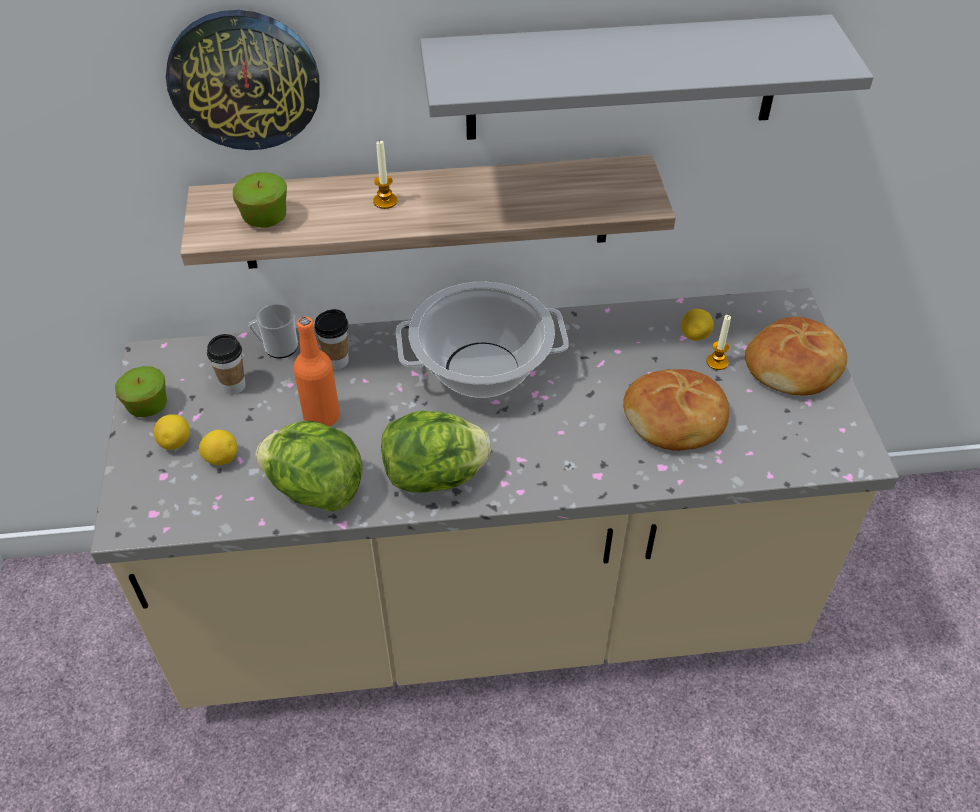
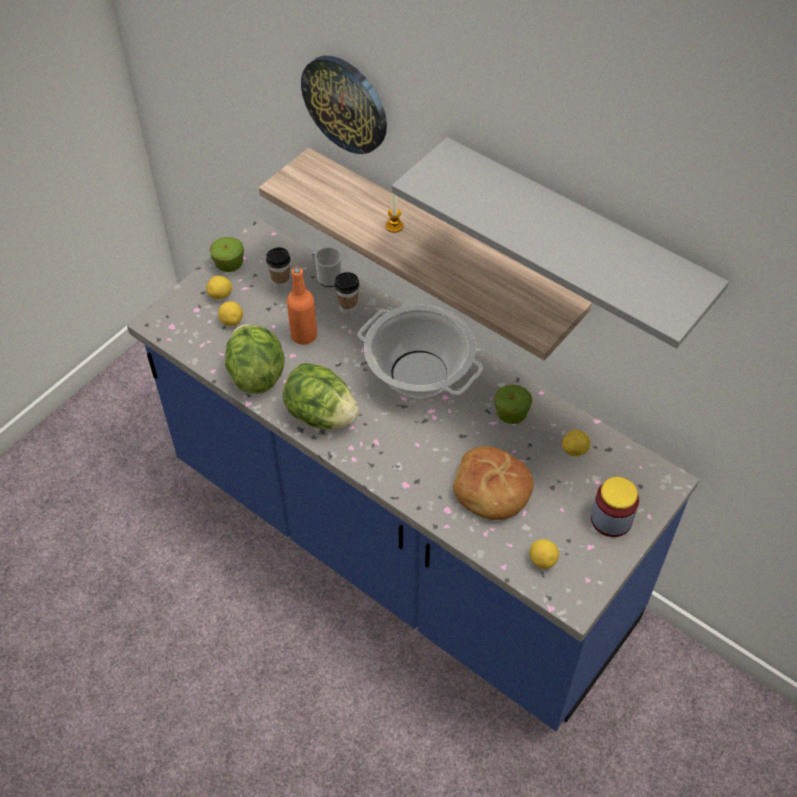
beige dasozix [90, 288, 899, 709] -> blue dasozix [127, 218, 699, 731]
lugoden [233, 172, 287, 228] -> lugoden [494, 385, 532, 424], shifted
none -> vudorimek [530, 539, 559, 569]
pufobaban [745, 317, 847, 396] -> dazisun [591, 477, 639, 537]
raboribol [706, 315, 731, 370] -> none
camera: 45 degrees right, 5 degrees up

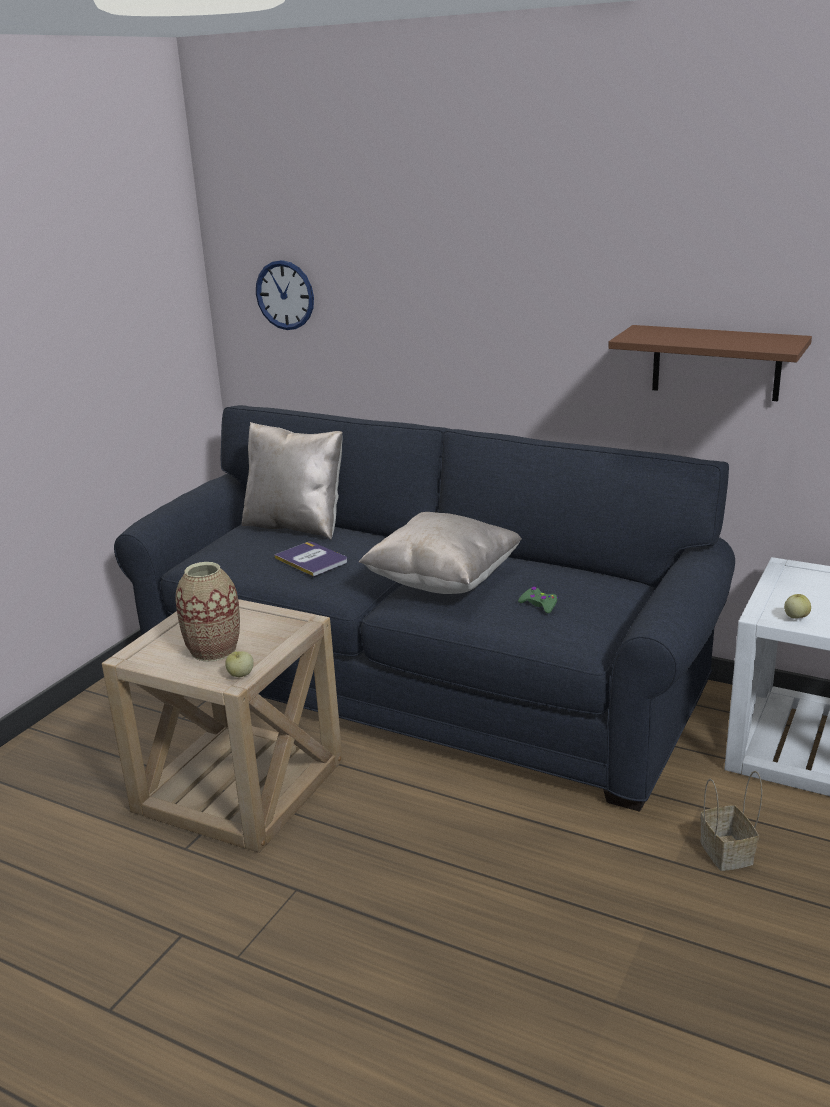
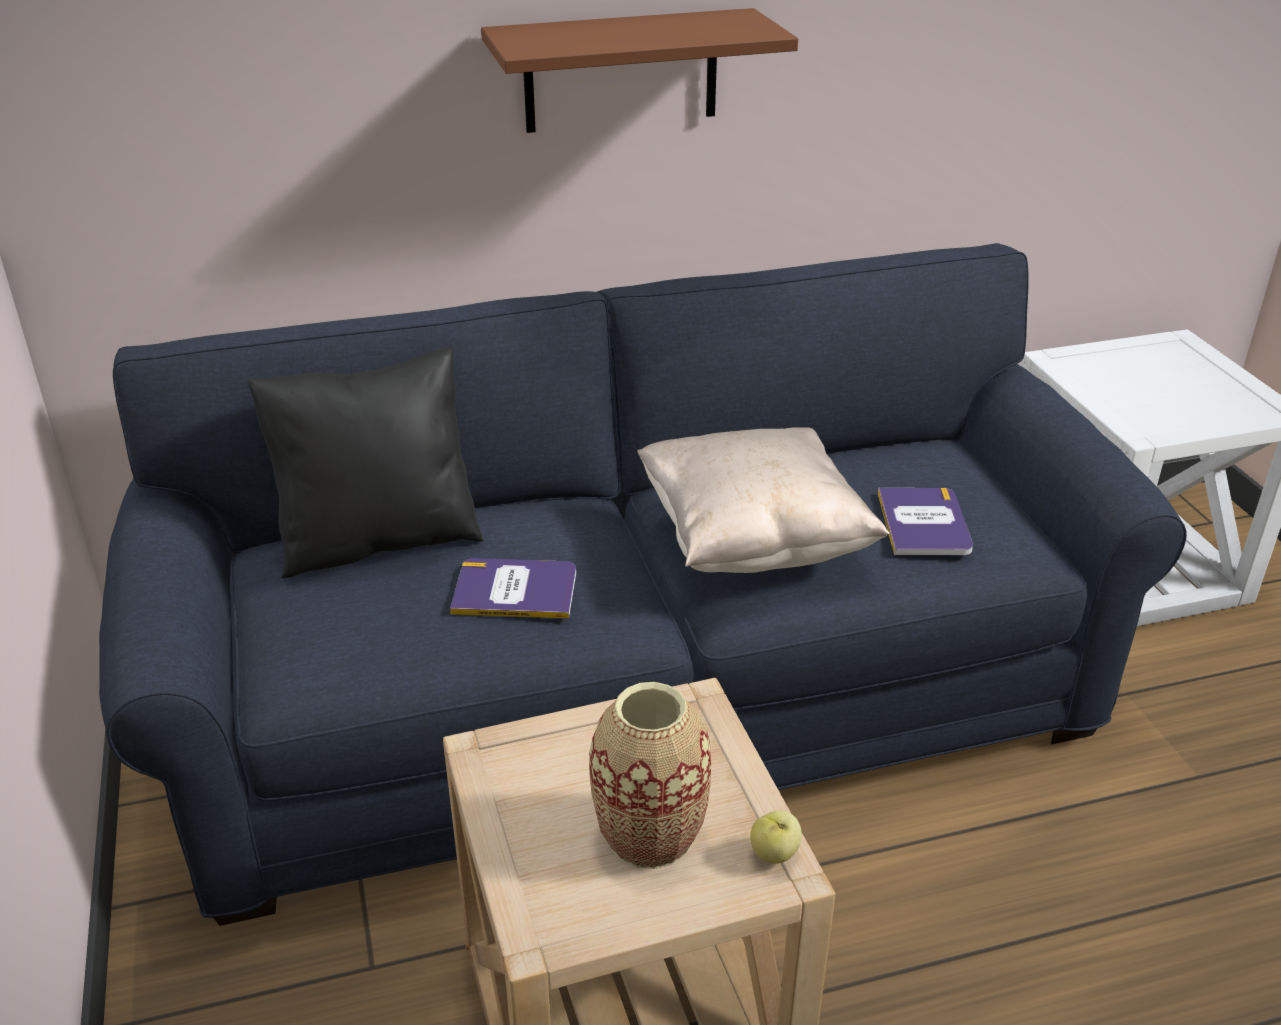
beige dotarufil [241, 422, 343, 540] -> black dotarufil [247, 347, 484, 578]
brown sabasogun [608, 325, 812, 401] -> brown sabasogun [481, 8, 798, 133], shifted
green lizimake [518, 587, 558, 613] -> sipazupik [878, 488, 973, 555]
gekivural [256, 260, 314, 330] -> none
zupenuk [700, 771, 762, 871] -> none
lugoden [784, 594, 811, 619] -> none
camera: 45 degrees left, 10 degrees up

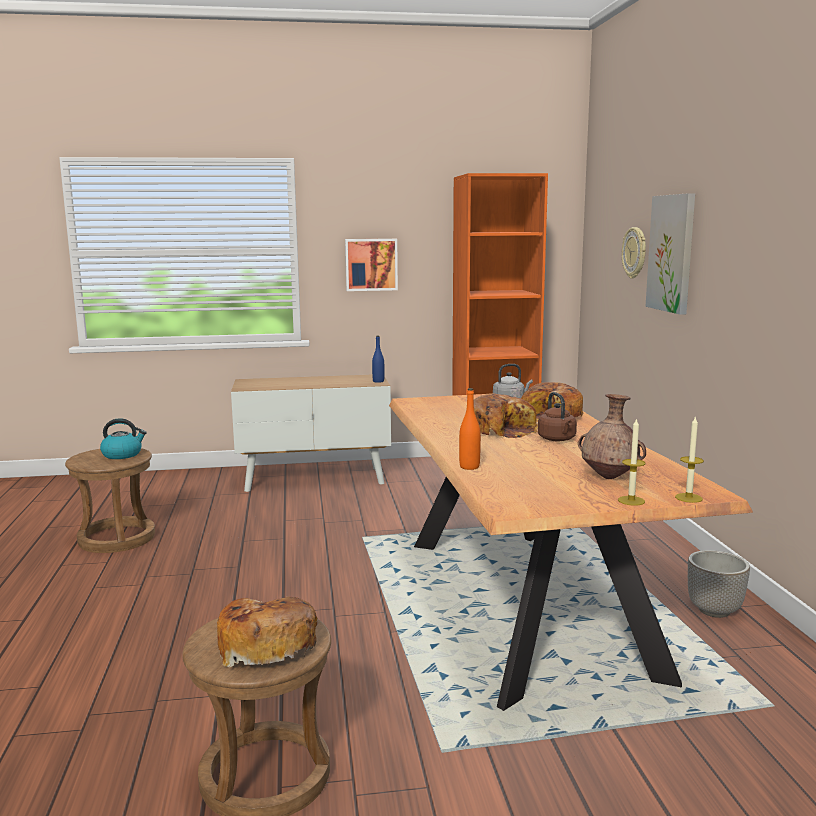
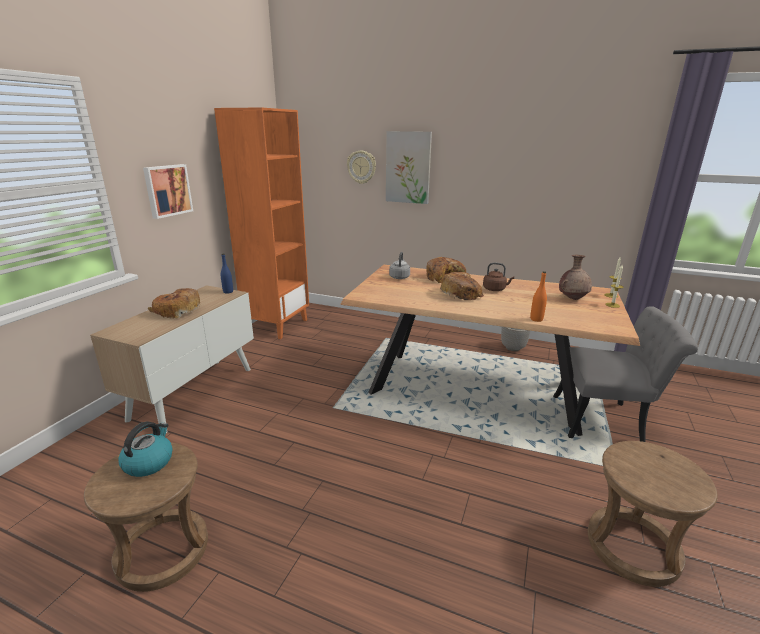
pufobaban [217, 597, 318, 667] -> pufobaban [148, 288, 200, 319], shifted
none -> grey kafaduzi [553, 306, 698, 442]
camera: 60 degrees left, 10 degrees up

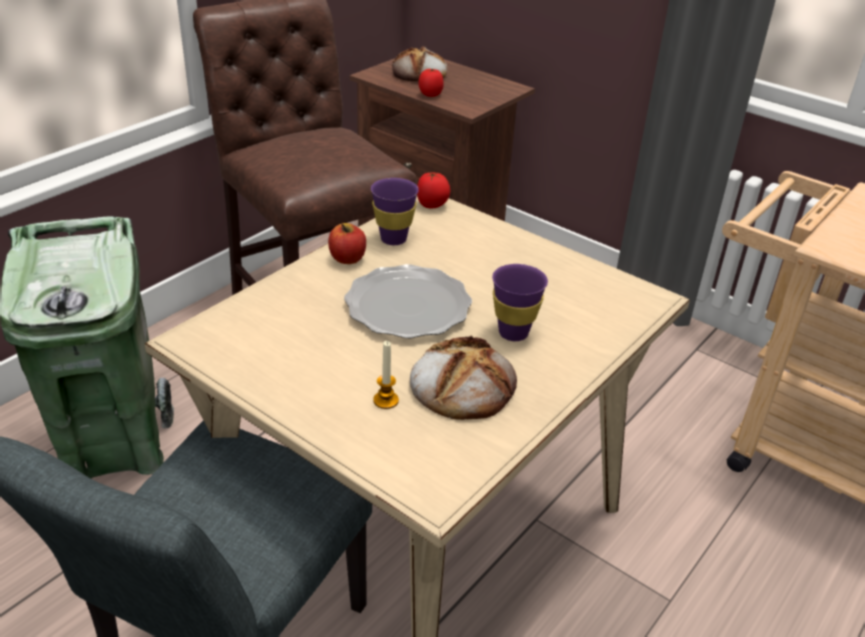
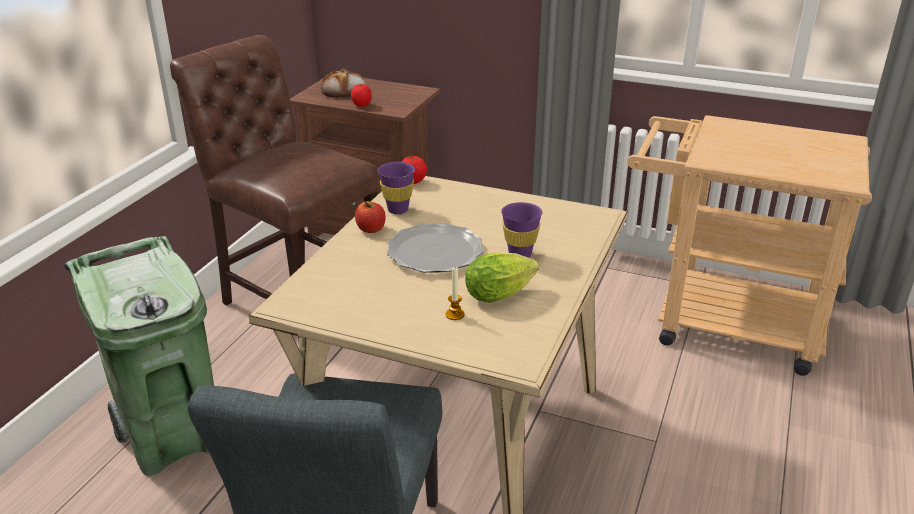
pufobaban [410, 336, 517, 420] -> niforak [465, 252, 539, 303]
camera: 15 degrees left, 5 degrees down

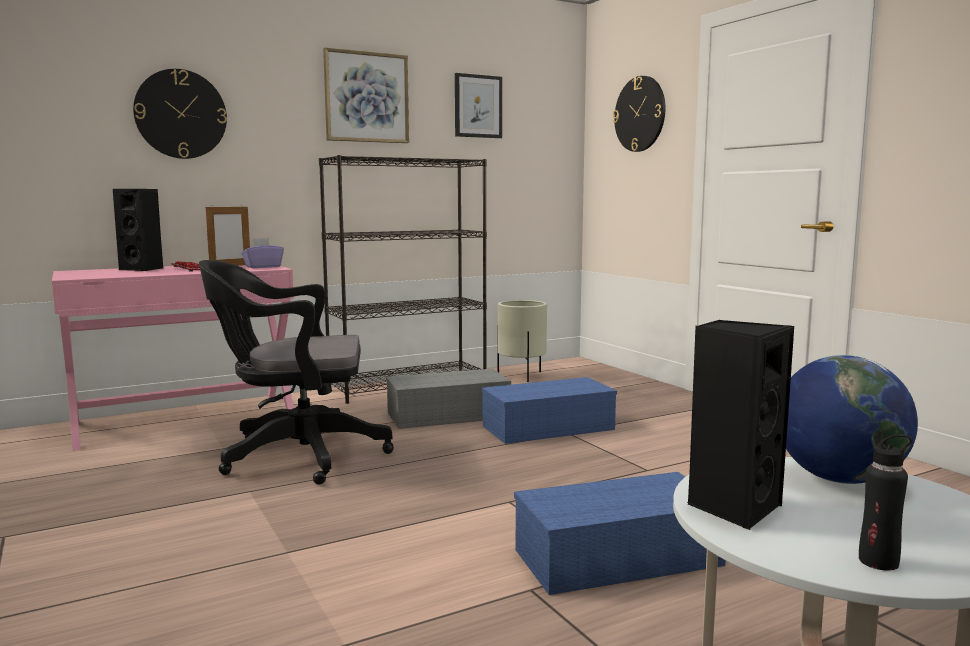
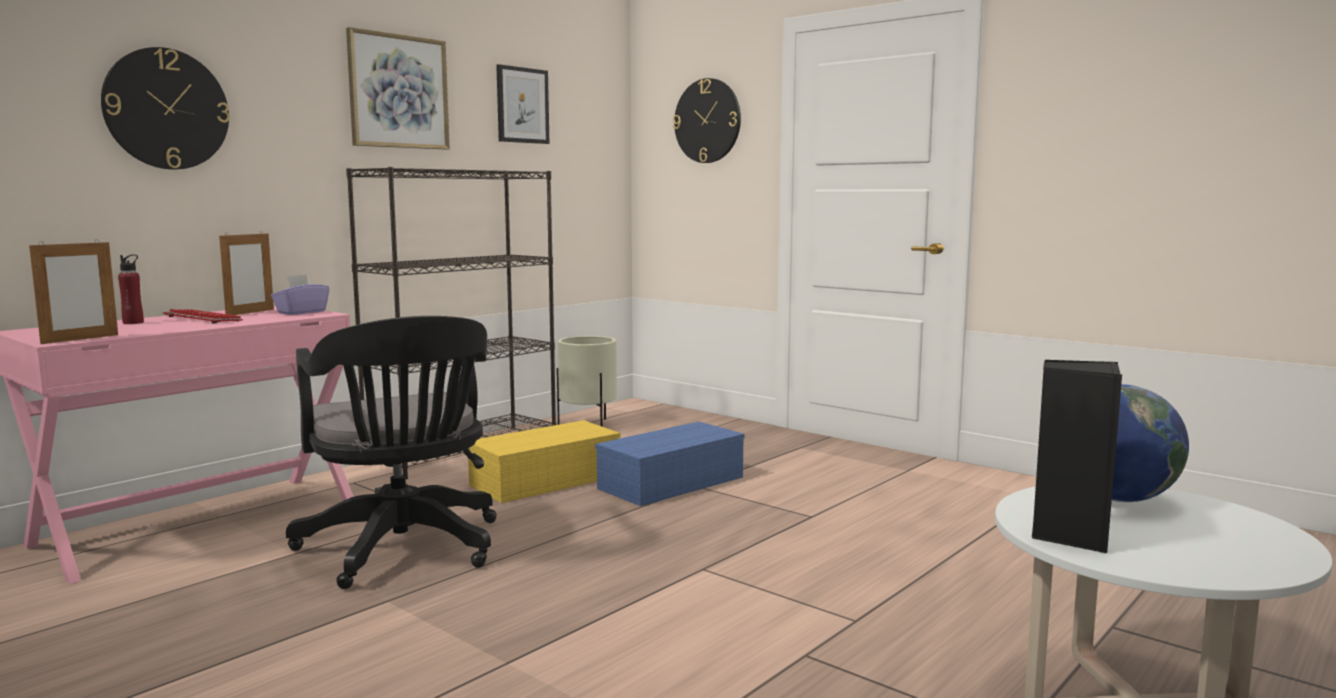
none -> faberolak [29, 239, 118, 344]
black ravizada [113, 189, 163, 271] -> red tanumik [118, 254, 144, 324]
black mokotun [199, 260, 394, 485] -> black mokotun [286, 316, 497, 589], 90 degrees counterclockwise
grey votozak [386, 369, 511, 429] -> yellow votozak [468, 420, 620, 503]
blue votozak [514, 472, 726, 595] -> none
black tanumik [859, 430, 912, 571] -> none
camera: 20 degrees left, 0 degrees up

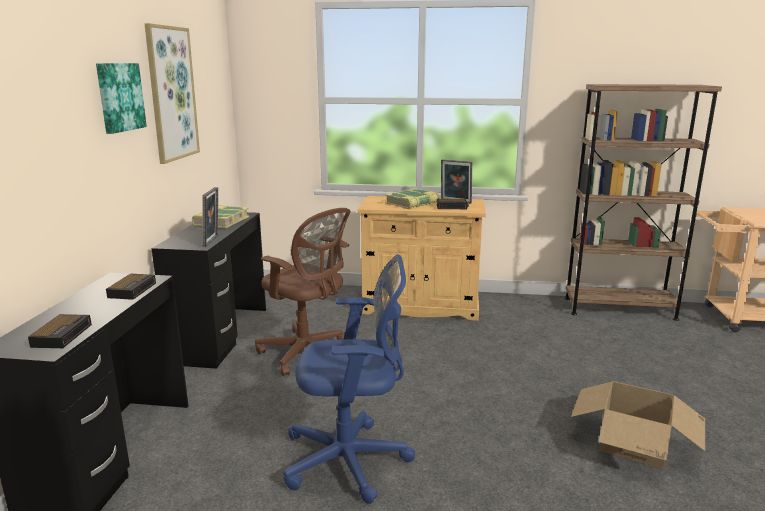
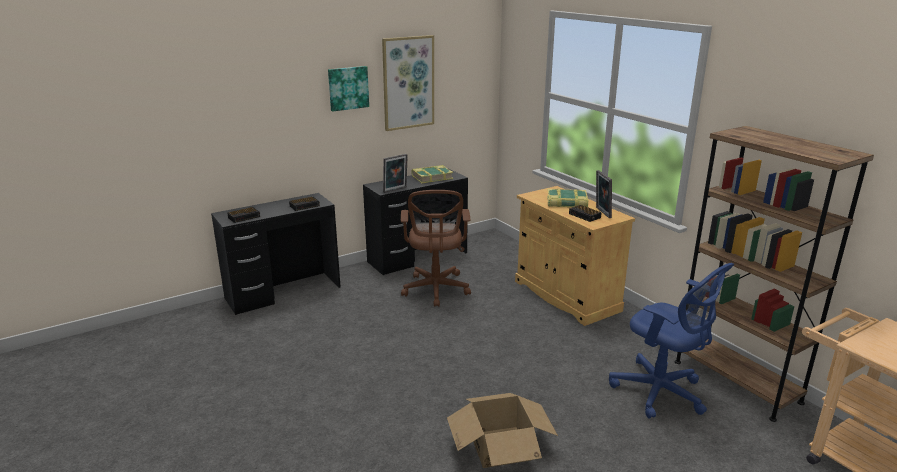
blue mokotun [283, 254, 415, 504] -> blue mokotun [609, 263, 734, 418], shifted
camera: 50 degrees right, 5 degrees up

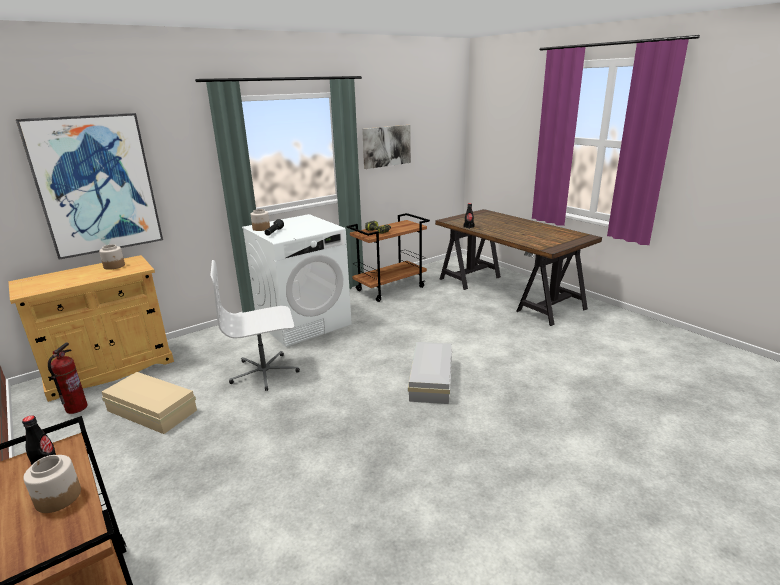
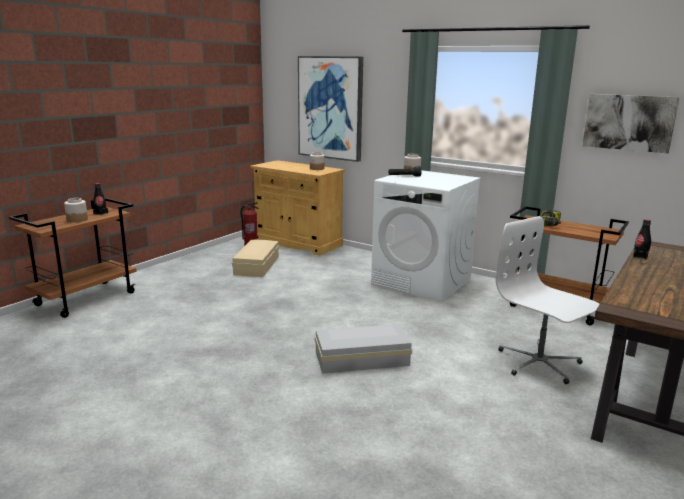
white mokotun [210, 260, 300, 391] -> white mokotun [496, 216, 599, 384], shifted
camera: 70 degrees right, 5 degrees down

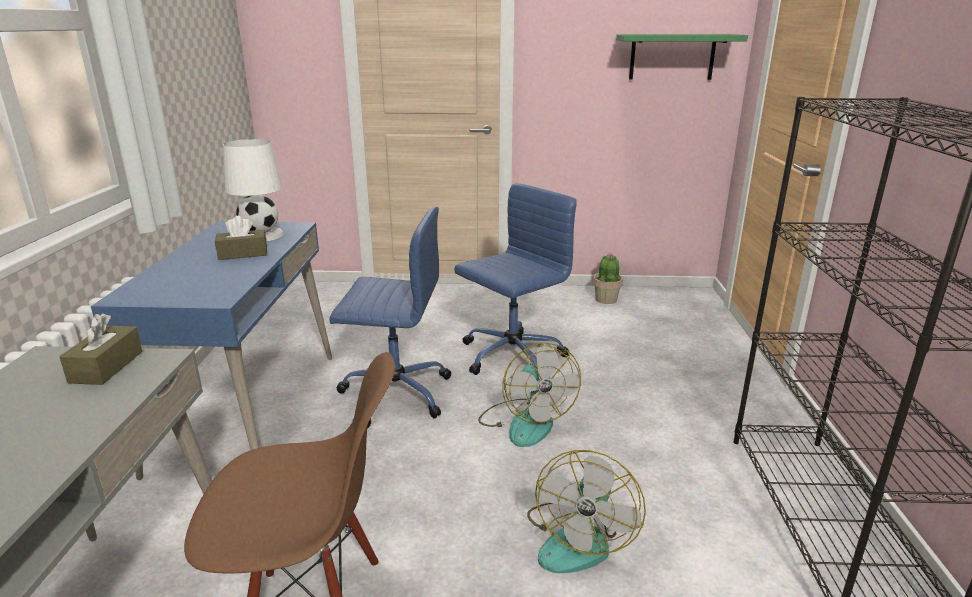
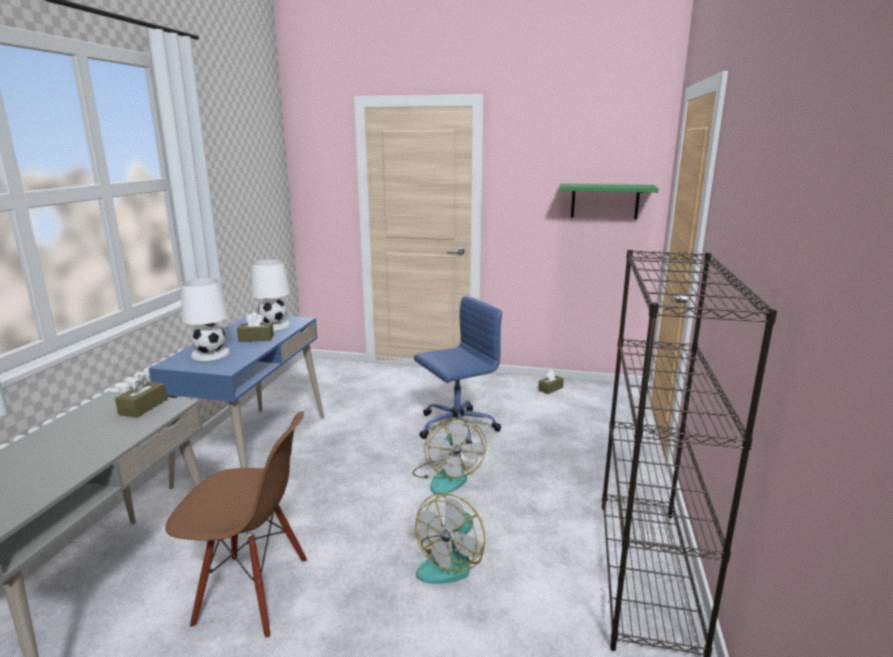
none -> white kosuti [181, 278, 230, 361]
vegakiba [593, 253, 623, 304] -> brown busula [538, 370, 564, 394]
blue mokotun [329, 207, 451, 429] -> none
camera: 10 degrees right, 5 degrees down

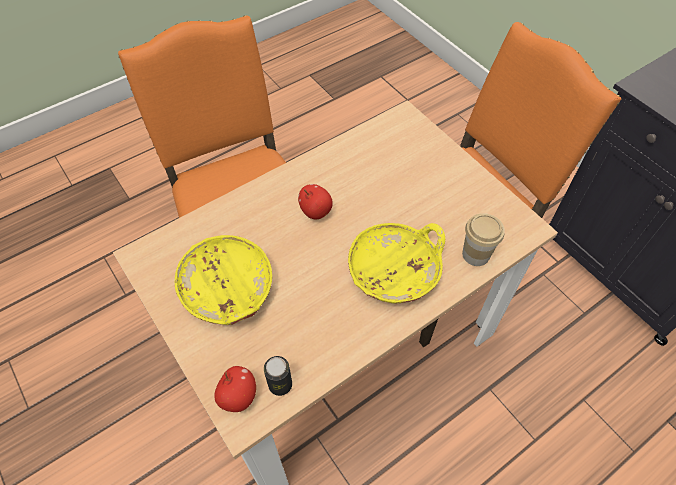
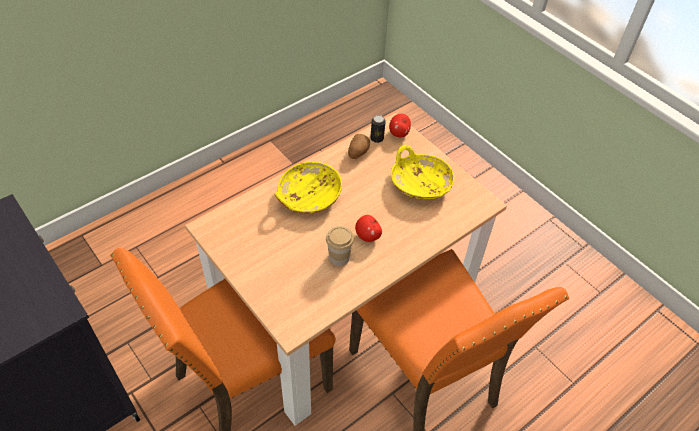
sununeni [462, 213, 505, 266] -> sununeni [326, 226, 354, 266], shifted
none -> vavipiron [348, 134, 370, 159]
camera: 175 degrees right, 5 degrees down

